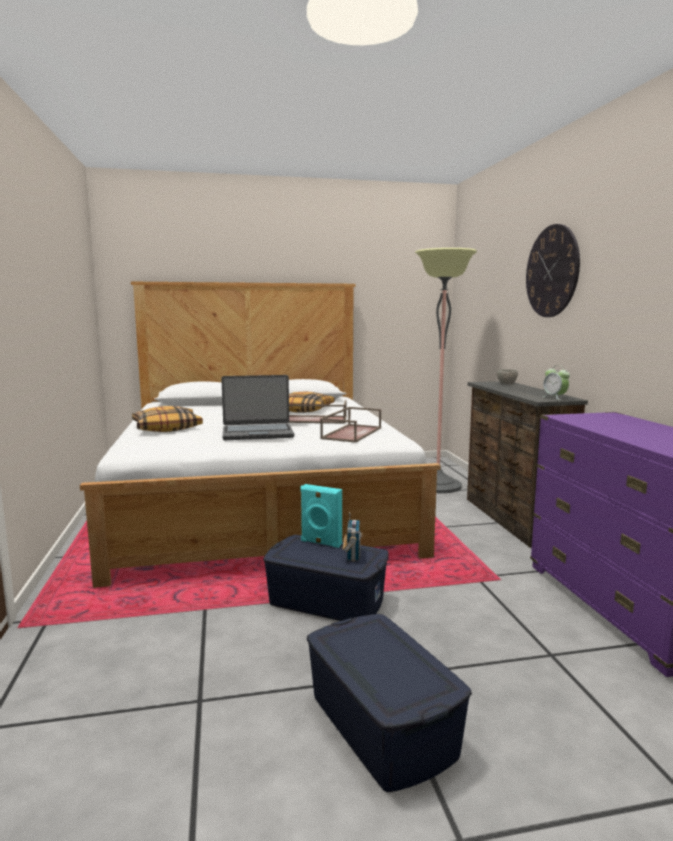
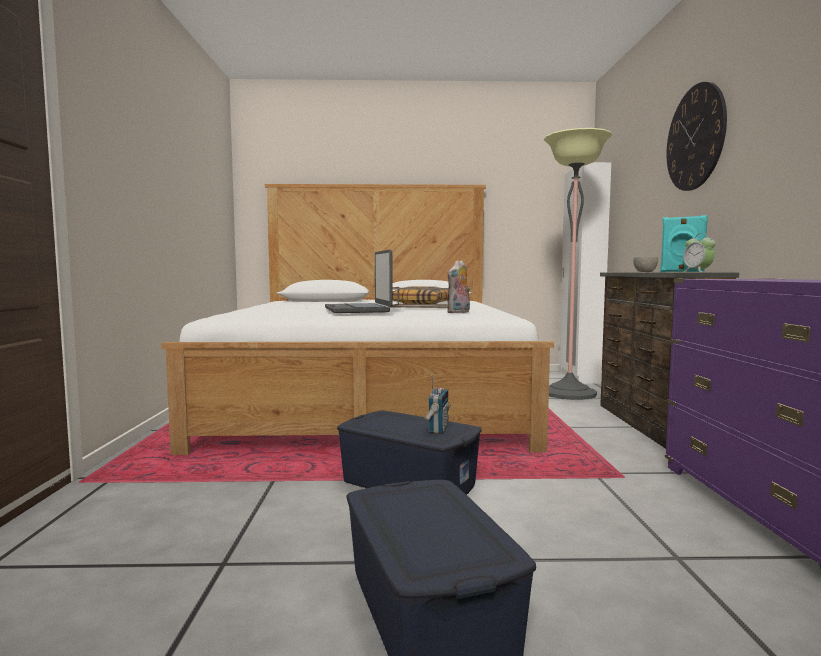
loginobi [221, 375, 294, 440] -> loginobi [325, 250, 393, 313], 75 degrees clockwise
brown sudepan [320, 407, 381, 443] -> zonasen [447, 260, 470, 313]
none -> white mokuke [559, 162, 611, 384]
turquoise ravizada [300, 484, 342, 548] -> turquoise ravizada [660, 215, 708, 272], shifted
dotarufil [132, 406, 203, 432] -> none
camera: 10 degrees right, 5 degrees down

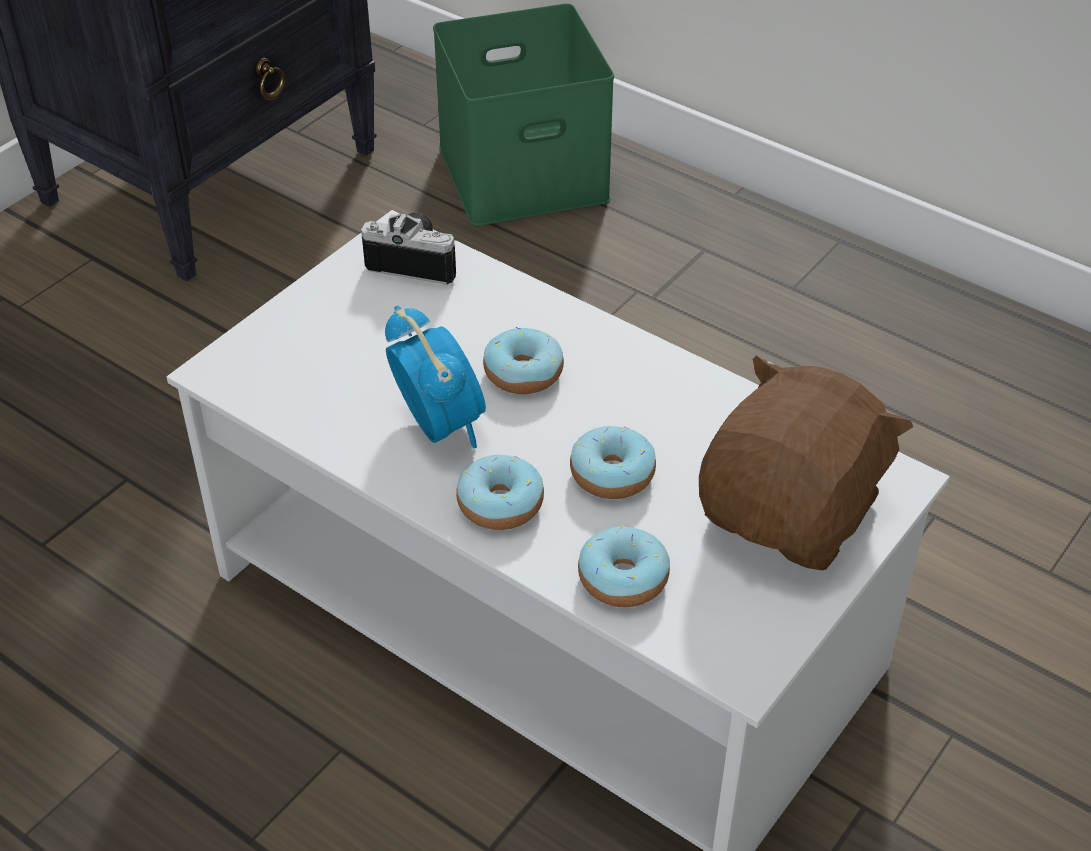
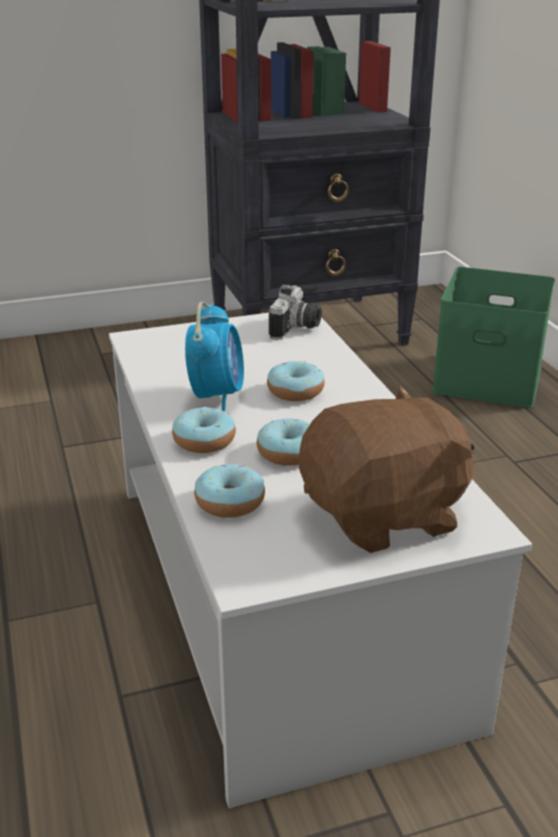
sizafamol [361, 213, 456, 285] -> sizafamol [269, 285, 322, 340], 60 degrees clockwise
camera: 35 degrees right, 15 degrees down

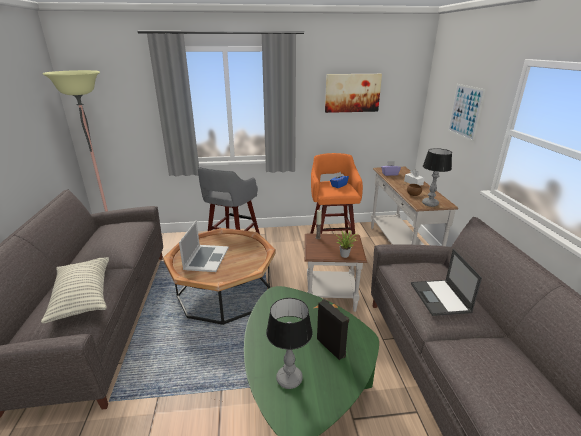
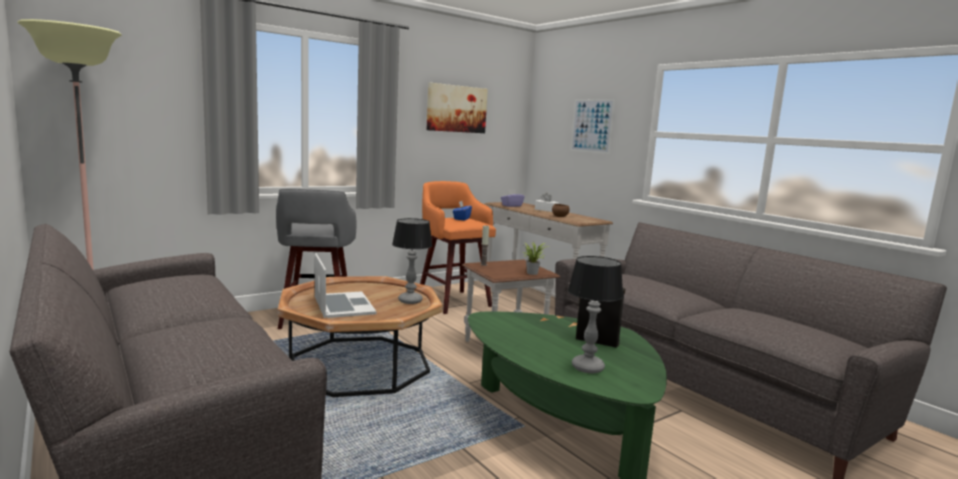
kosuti [422, 148, 452, 207] -> kosuti [392, 218, 433, 304], shifted
dotarufil [41, 257, 109, 323] -> none
loginobi [411, 249, 482, 316] -> none
camera: 30 degrees left, 15 degrees down

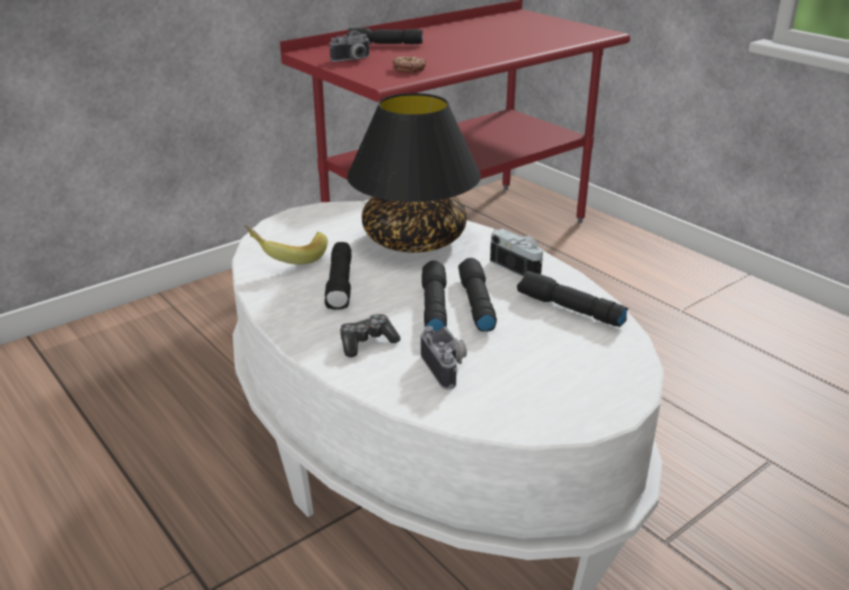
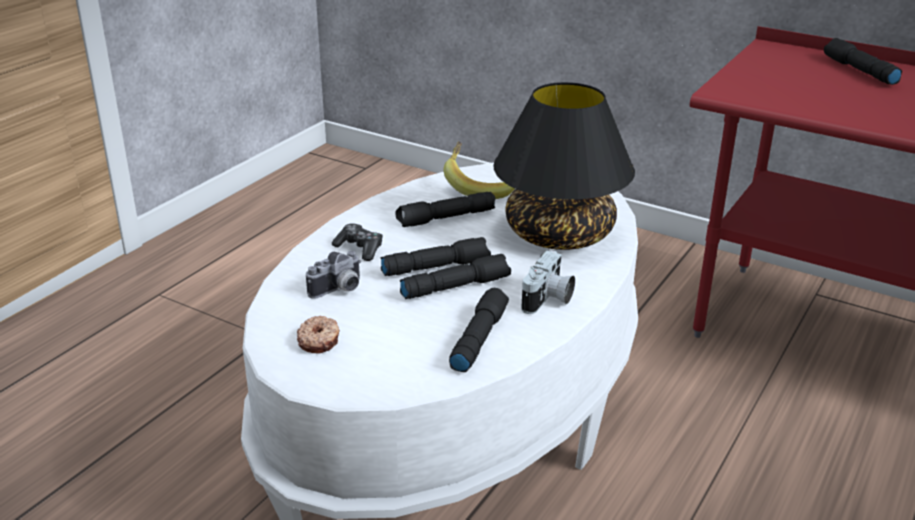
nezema [392, 56, 426, 73] -> nezema [297, 316, 340, 354], shifted
sizafamol [329, 31, 371, 62] -> none
camera: 70 degrees right, 0 degrees up

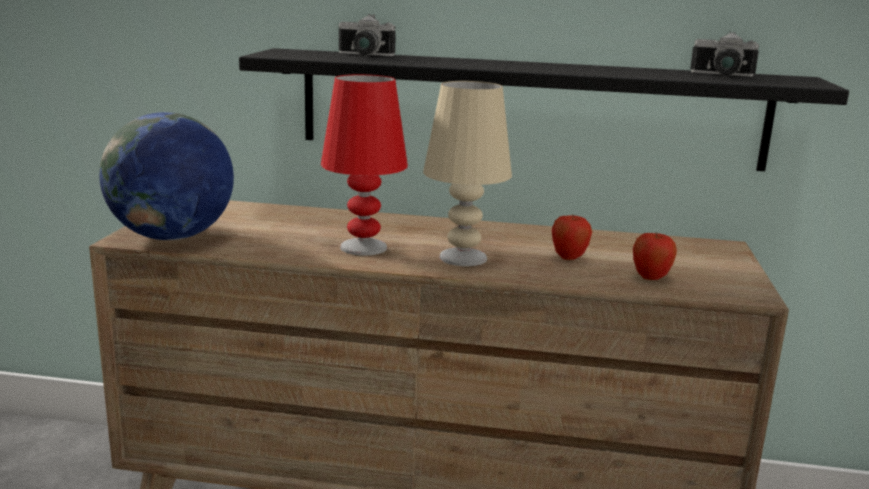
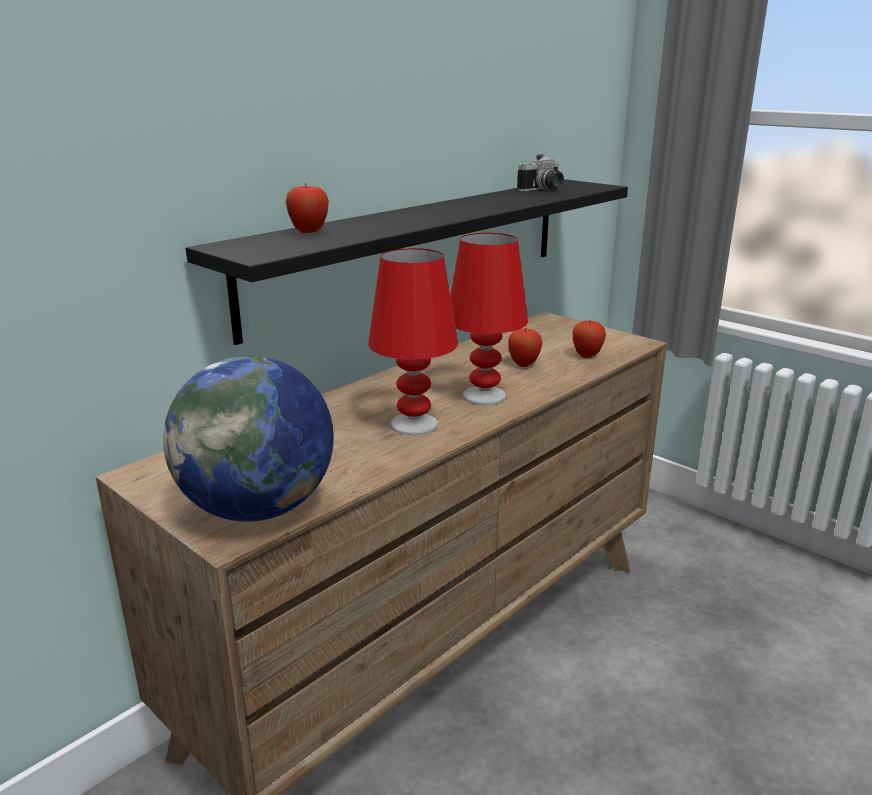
sizafamol [339, 14, 396, 56] -> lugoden [286, 183, 329, 233]
beige kosuti [423, 81, 512, 266] -> red kosuti [450, 233, 528, 406]
camera: 55 degrees left, 5 degrees up

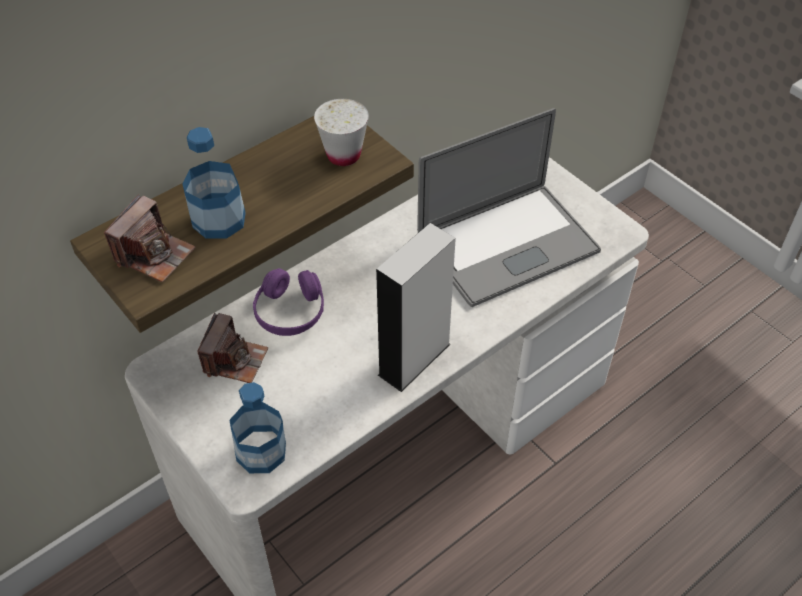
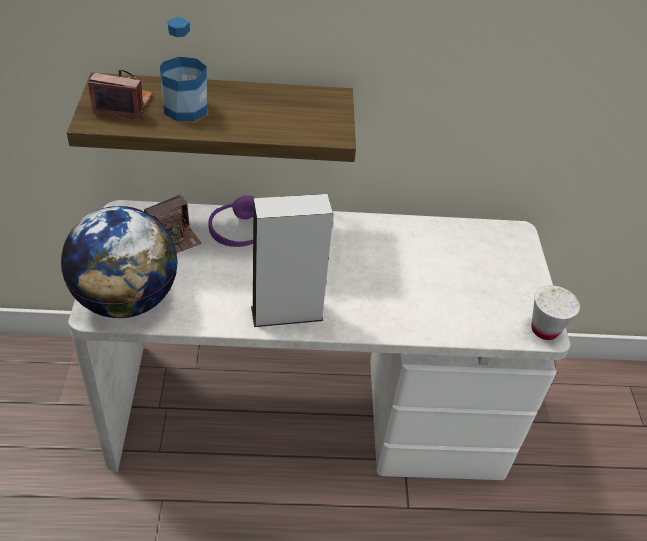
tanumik [230, 382, 286, 473] -> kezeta [61, 206, 178, 318]
sizafamol [104, 195, 196, 283] -> sizafamol [88, 69, 153, 120], 150 degrees counterclockwise
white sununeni [314, 99, 369, 166] -> white sununeni [532, 285, 580, 340], shifted
loginobi [417, 108, 601, 307] -> none
camera: 35 degrees right, 5 degrees down

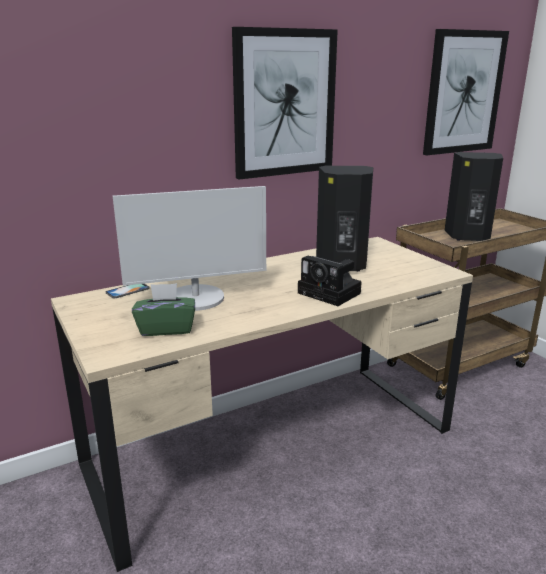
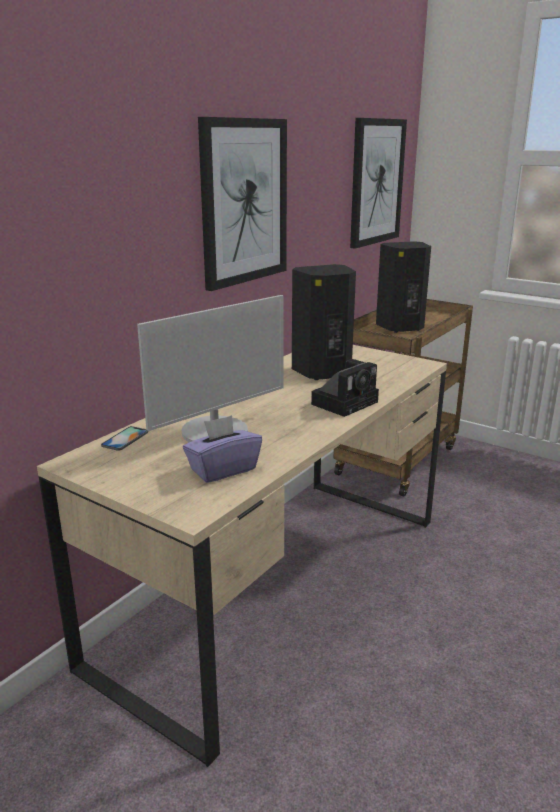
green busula [132, 283, 195, 336] -> purple busula [183, 415, 262, 483]
sizafamol [298, 256, 361, 306] -> sizafamol [311, 359, 379, 417], 60 degrees counterclockwise
camera: 25 degrees left, 0 degrees up

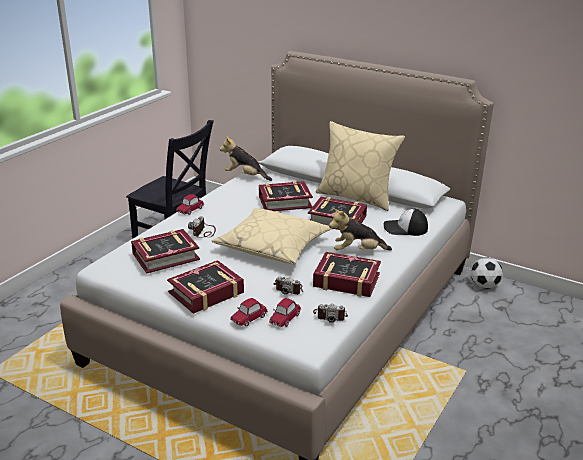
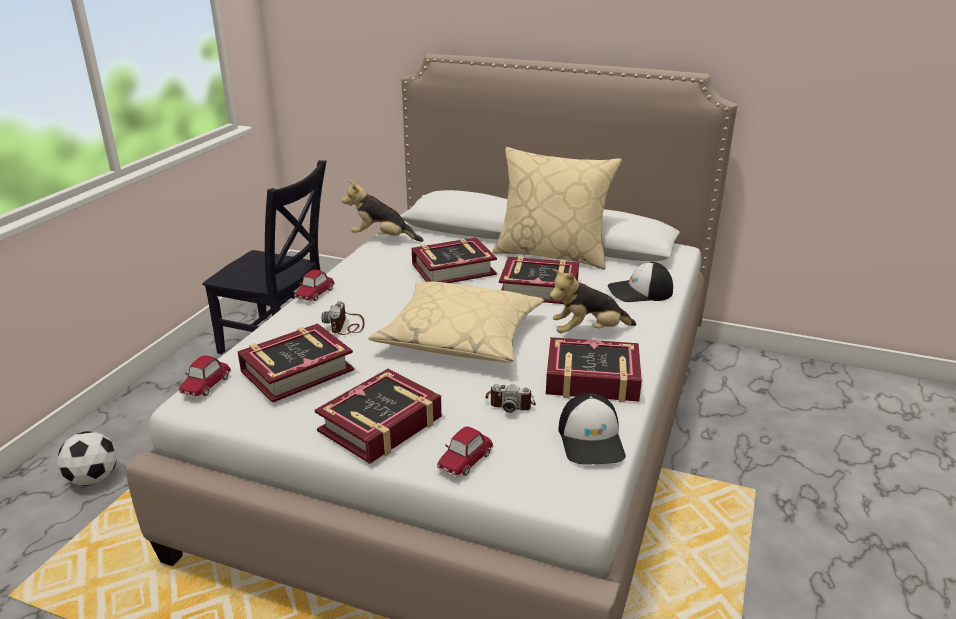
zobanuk [471, 257, 503, 289] -> zobanuk [57, 431, 117, 486], shifted
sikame [269, 298, 301, 327] -> sikame [179, 355, 231, 398], shifted
sizafamol [313, 304, 348, 323] -> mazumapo [558, 393, 626, 464]
camera: 10 degrees left, 0 degrees up

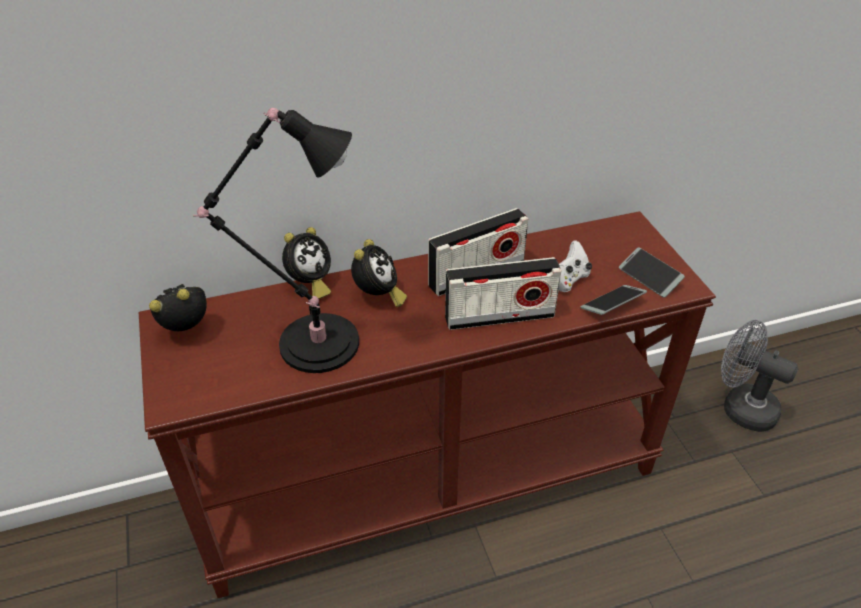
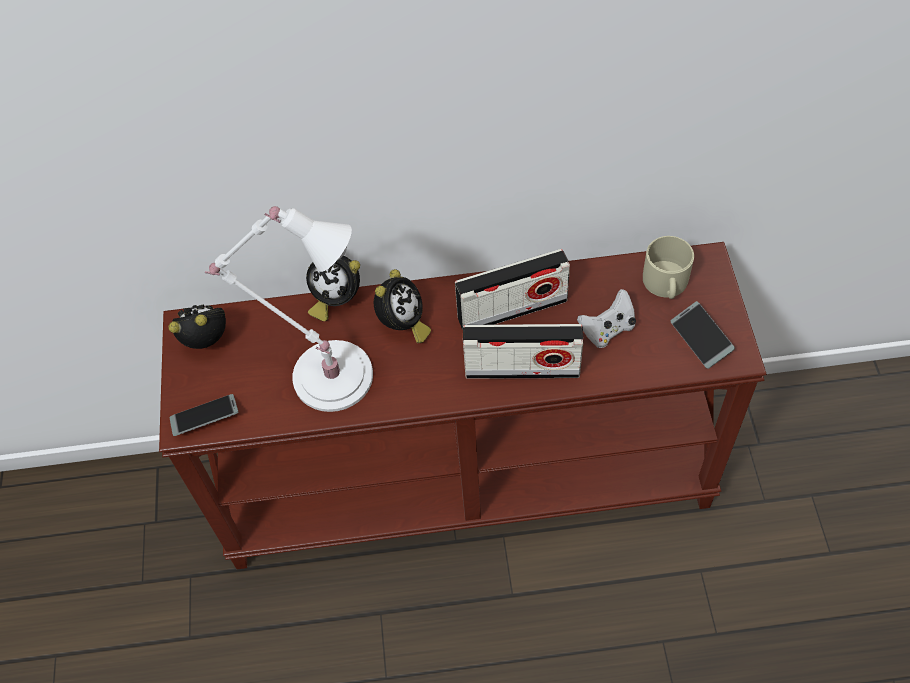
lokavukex [580, 285, 647, 315] -> lokavukex [169, 394, 238, 436], shifted
black kosuti [193, 108, 359, 373] -> white kosuti [205, 206, 373, 412]
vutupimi [282, 227, 331, 299] -> vutupimi [306, 256, 360, 321], 60 degrees clockwise
none -> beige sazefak [643, 236, 694, 299]
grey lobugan [721, 320, 799, 432] -> none
camera: 15 degrees right, 15 degrees up

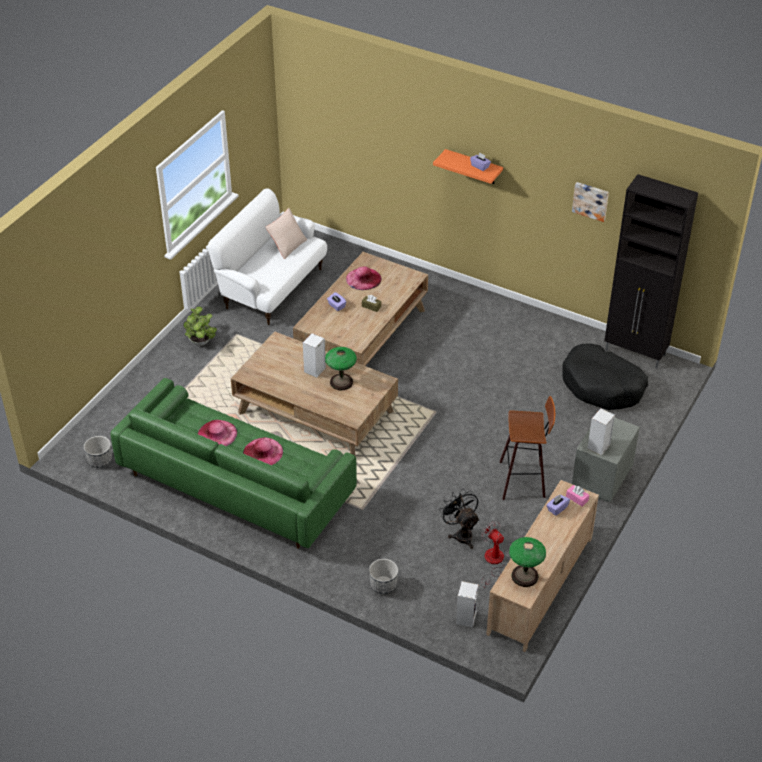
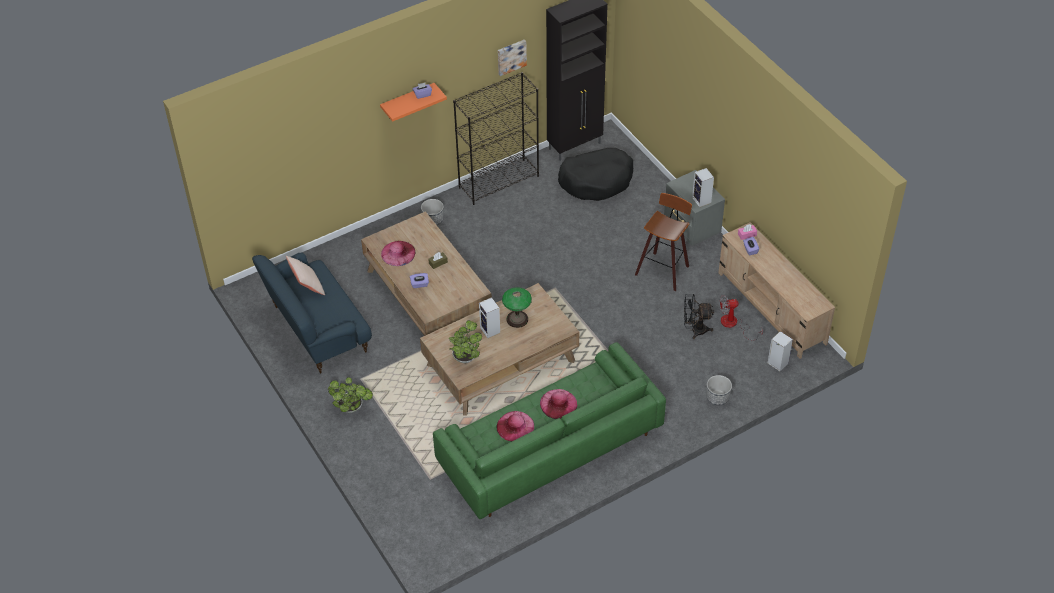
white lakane [208, 188, 327, 325] -> blue lakane [252, 253, 372, 373]
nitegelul [84, 436, 112, 468] -> nitegelul [421, 199, 444, 225], shifted
none -> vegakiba [449, 320, 482, 363]
none -> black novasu [453, 72, 539, 205]
kosuti [509, 537, 546, 587] -> none
camera: 60 degrees left, 5 degrees up

